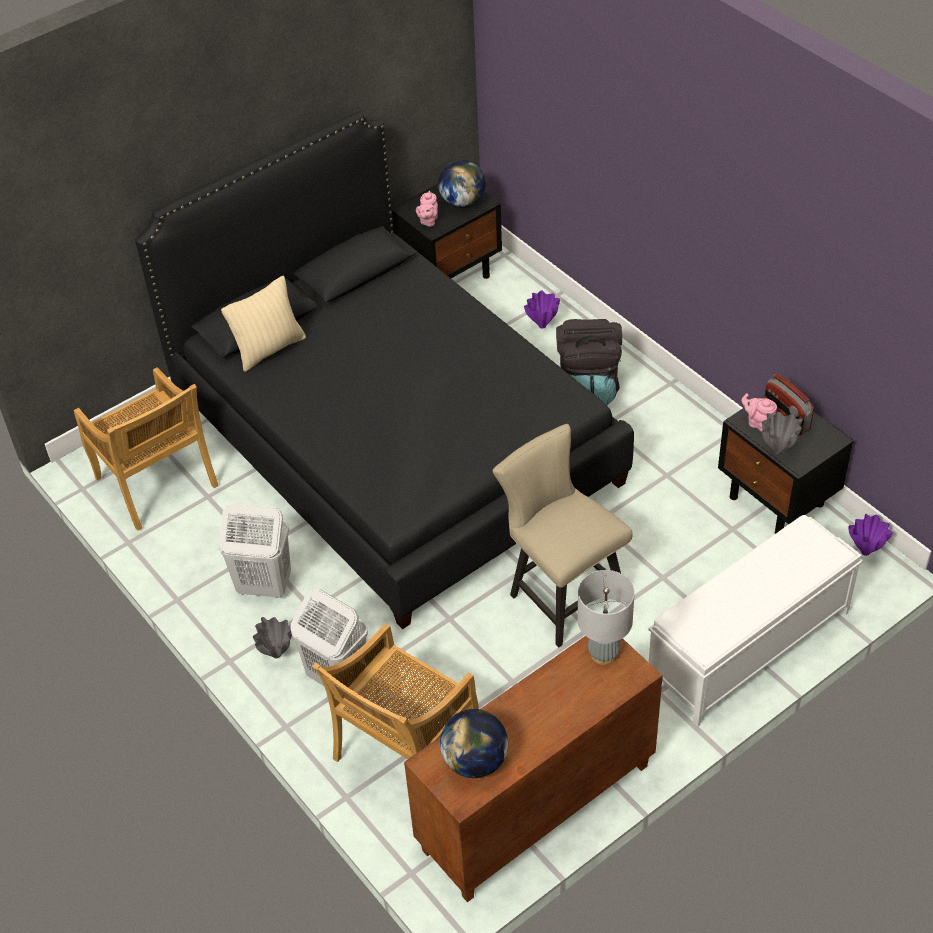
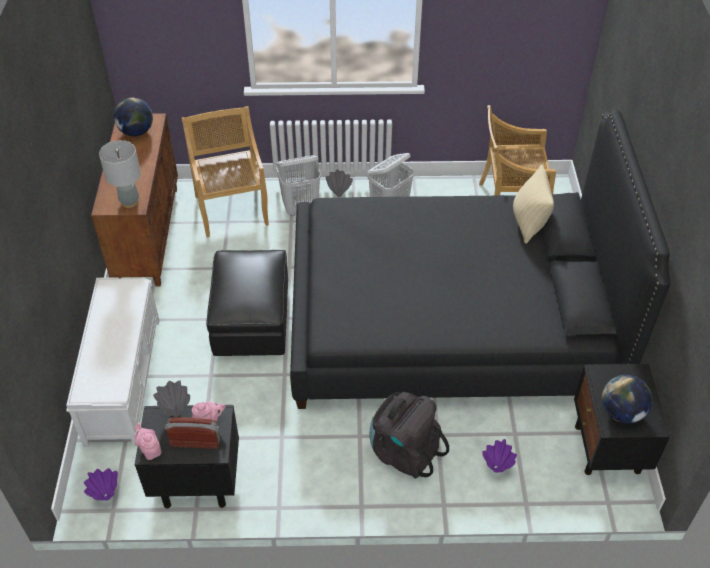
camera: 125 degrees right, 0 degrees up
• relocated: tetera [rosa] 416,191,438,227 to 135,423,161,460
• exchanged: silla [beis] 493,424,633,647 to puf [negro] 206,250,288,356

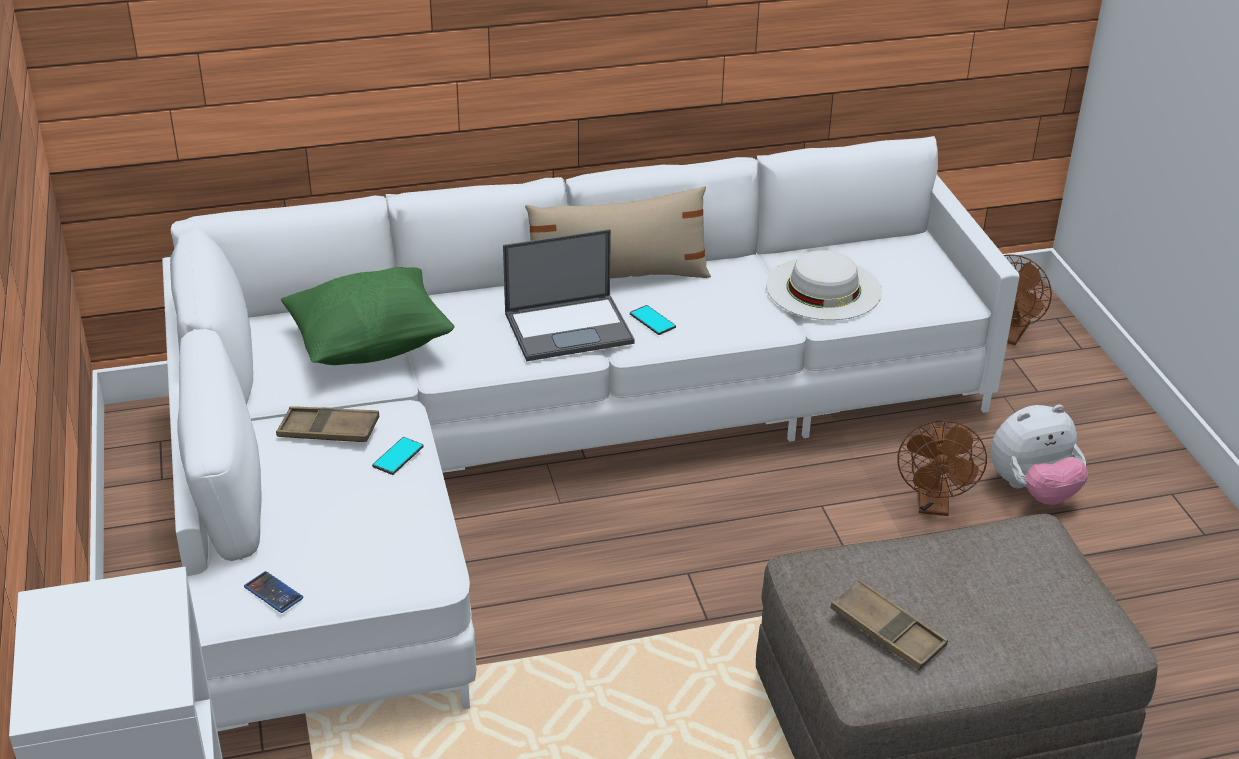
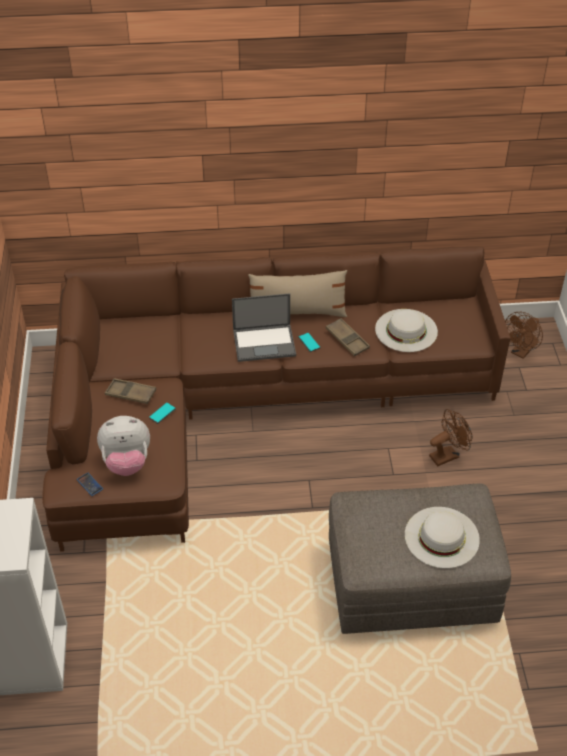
camera: 10 degrees right, 10 degrees up
• missing: cojín [verde] 281,267,455,365
• appeared: sombrero [blanco] 405,507,480,568
• relocated: bandeja [marrón] 830,579,948,670 to 326,318,370,356
• relocated: peluche 990,405,1088,505 to 97,416,150,476
• colour: sofá [blanco] 162,136,1020,732 to sofá [marrón] 42,246,510,552
• spun: ventilador [marrón] 898,420,987,516 = 429,409,473,466 135 degrees counterclockwise

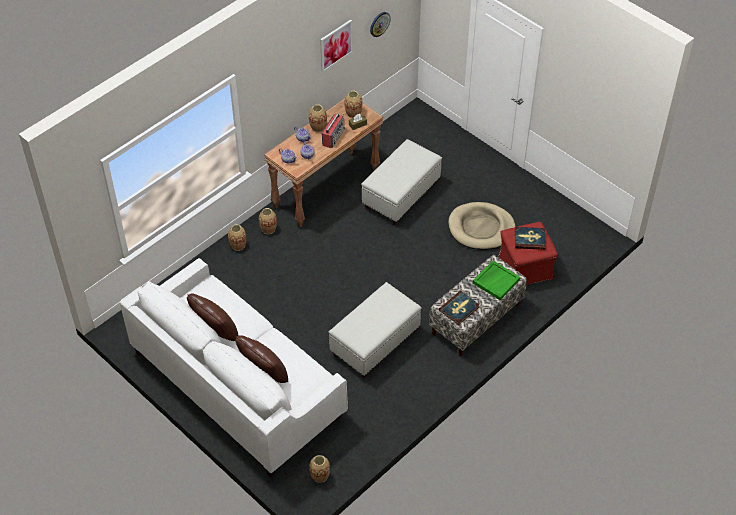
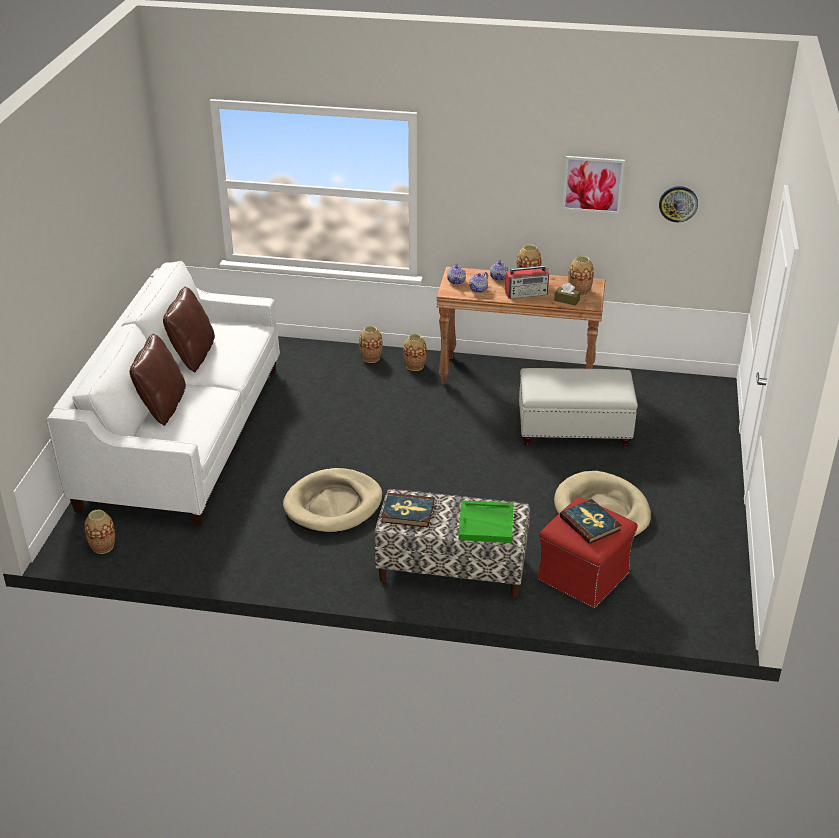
camera: 55 degrees right, 15 degrees down
• exchanged: puf [blanco] 329,282,422,378 to cama para perro [beis] 283,468,382,533

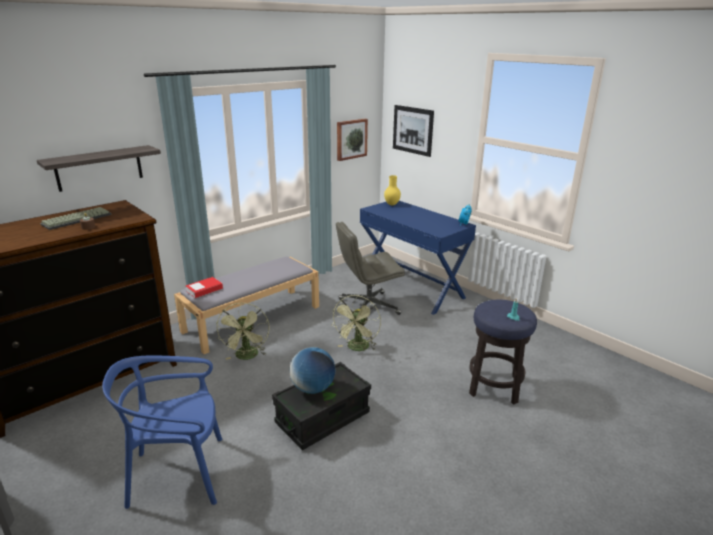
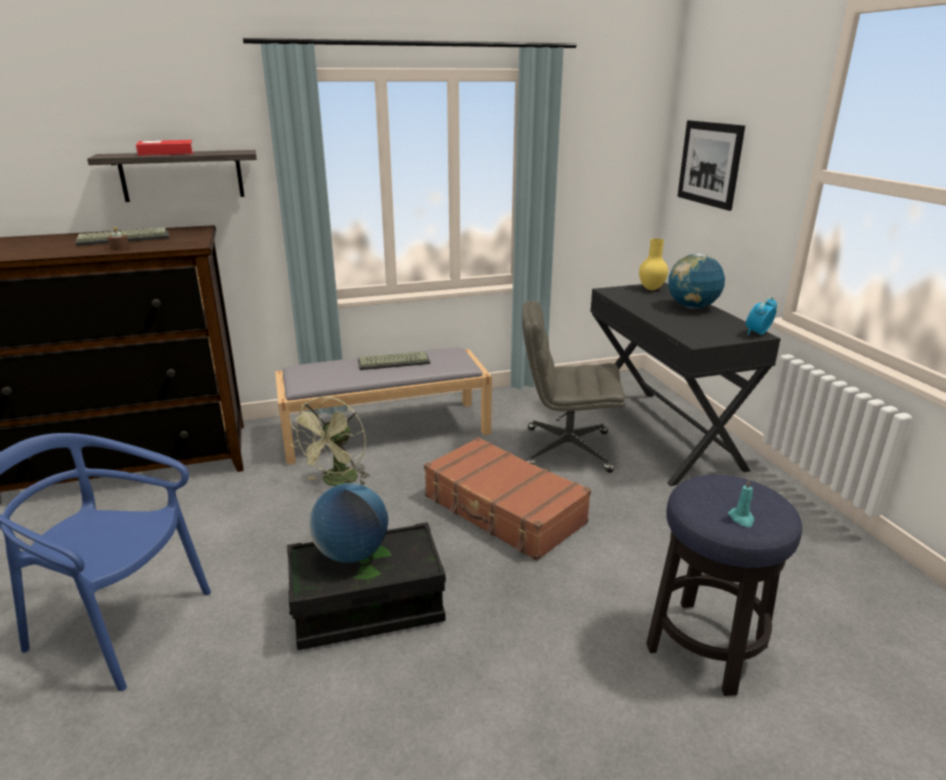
camera: 25 degrees right, 0 degrees up
• missing: cuadro 337,119,368,161
• appeared: teclado 358,351,431,370
• appeared: globo terráqueo 668,254,725,309
• relocated: libro 186,277,223,298 to 136,140,194,156
• exchanged: ventilador [verde] 332,295,381,351 to maleta [marrón] 424,437,591,561
• colour: escritorio [azul] 360,201,476,315 to escritorio [negro] 590,282,781,486

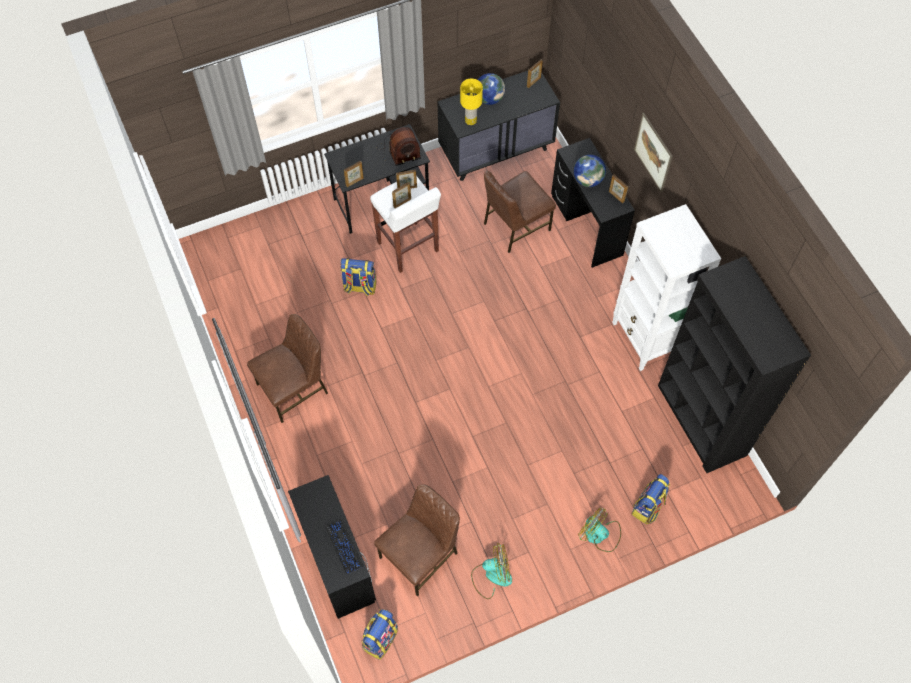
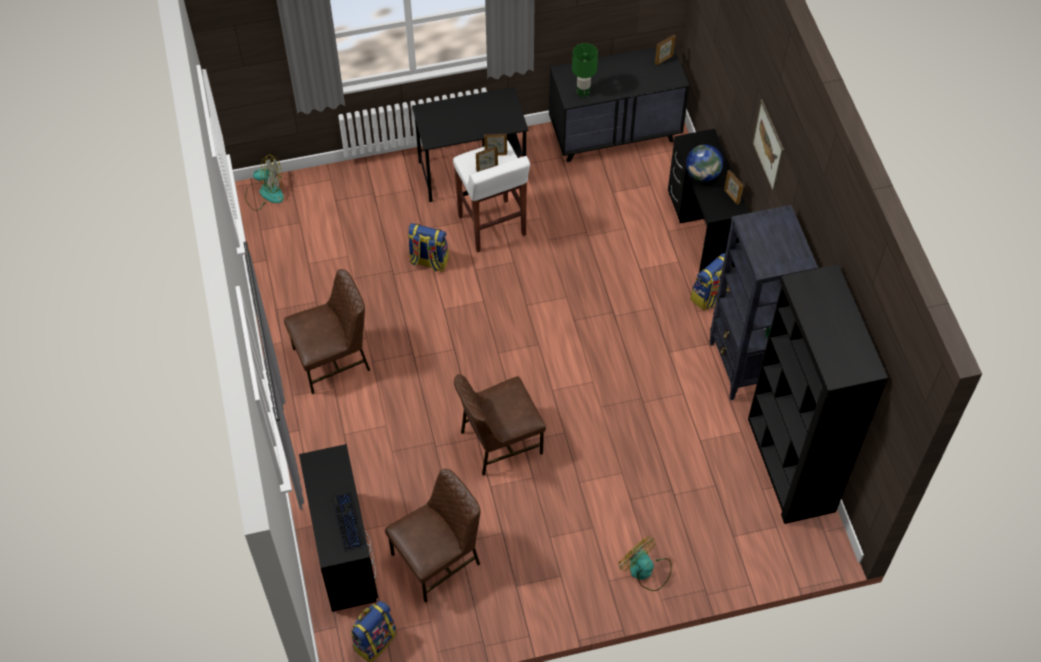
camera: 10 degrees right, 5 degrees down
• missing: portarretratos 344,161,364,187
• missing: radio 377,127,421,166
• missing: globo terráqueo 475,73,505,105
• relocated: ventilador 471,543,512,599 to 245,154,284,211
• relocated: silla [marrón] 484,171,556,253 to 454,374,546,475
• relocated: mochila 632,474,670,525 to 690,253,732,311
• colour: lámpara de mesa [amarillo] 460,79,483,125 to lámpara de mesa [verde] 572,43,598,97
• colour: estantería [blanco] 612,204,721,371 to estantería [negro] 709,205,818,400

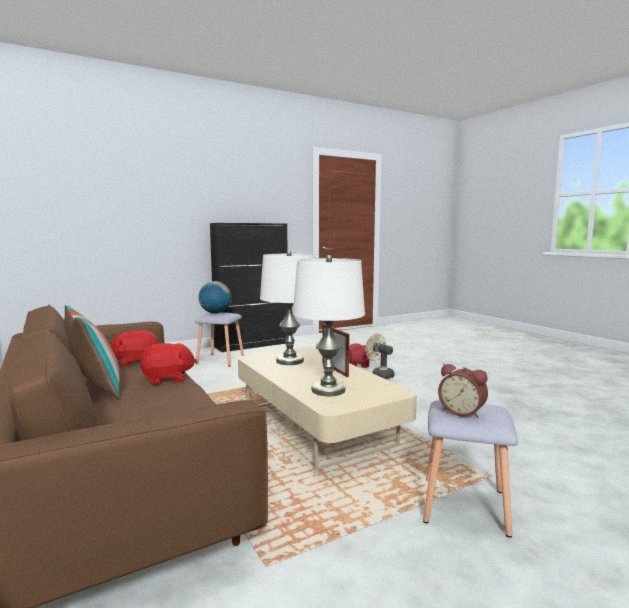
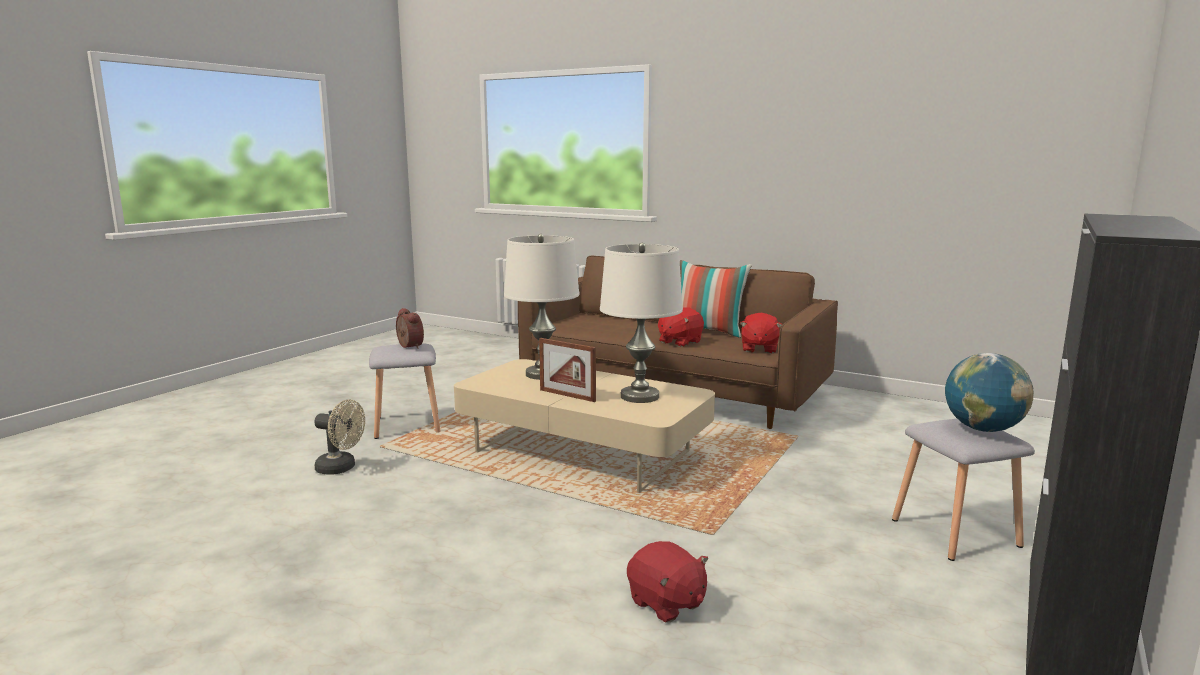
camera: 150 degrees right, 5 degrees up
• relocated: ventilador [beis] 365,333,394,379 to 314,399,365,475
• spun: peluche [rojo] 110,330,159,367 = 740,313,782,353 150 degrees clockwise
• spun: despertador 438,363,488,418 = 396,308,424,349 45 degrees clockwise

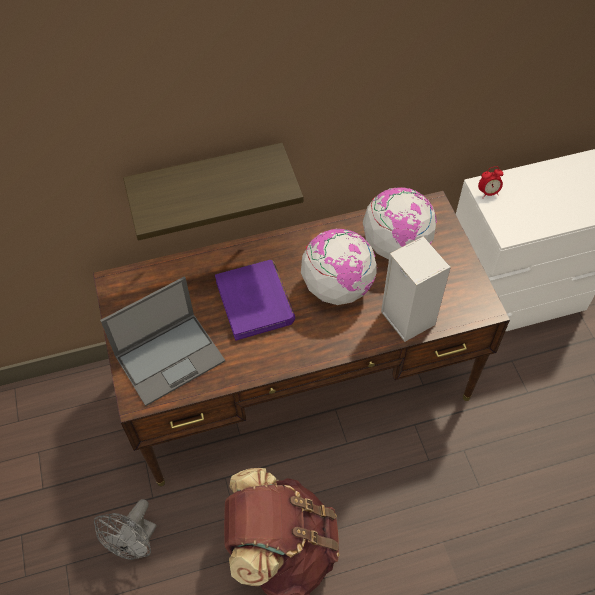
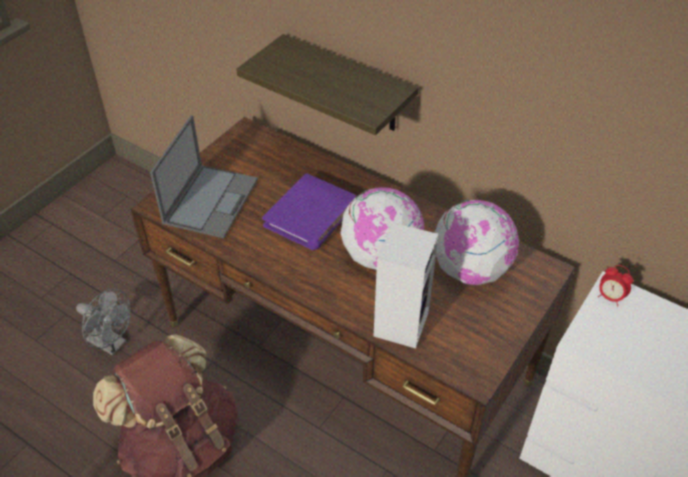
camera: 50 degrees right, 10 degrees down
• spun: ventilador [gris] 94,499,157,560 = 76,289,130,356 135 degrees counterclockwise
• spun: portátil 100,276,225,406 = 150,115,258,239 90 degrees counterclockwise

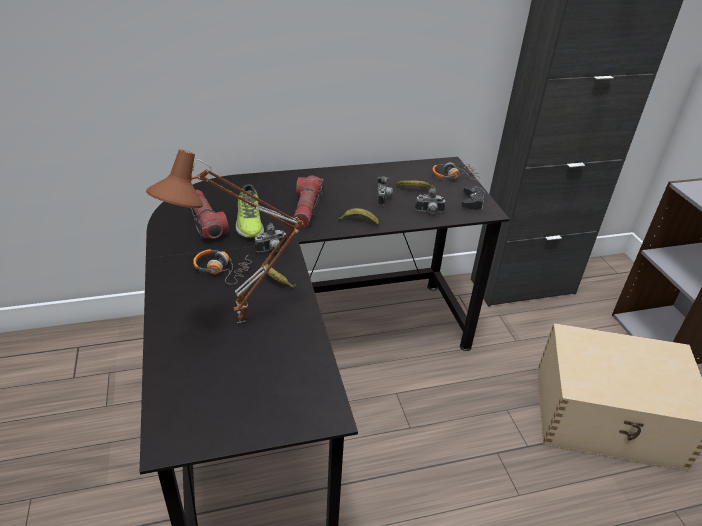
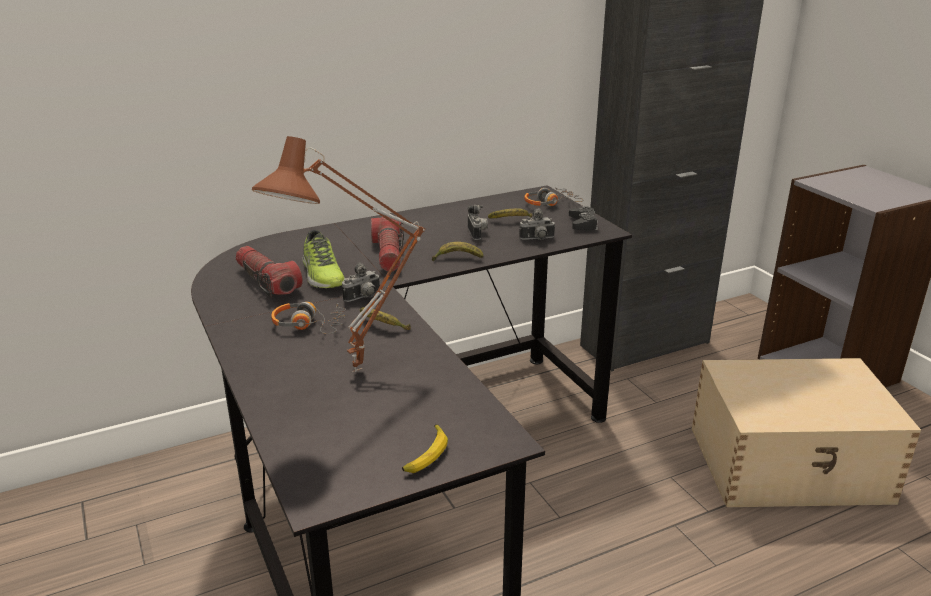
camera: 10 degrees left, 10 degrees down
• appeared: plátano 402,424,448,473

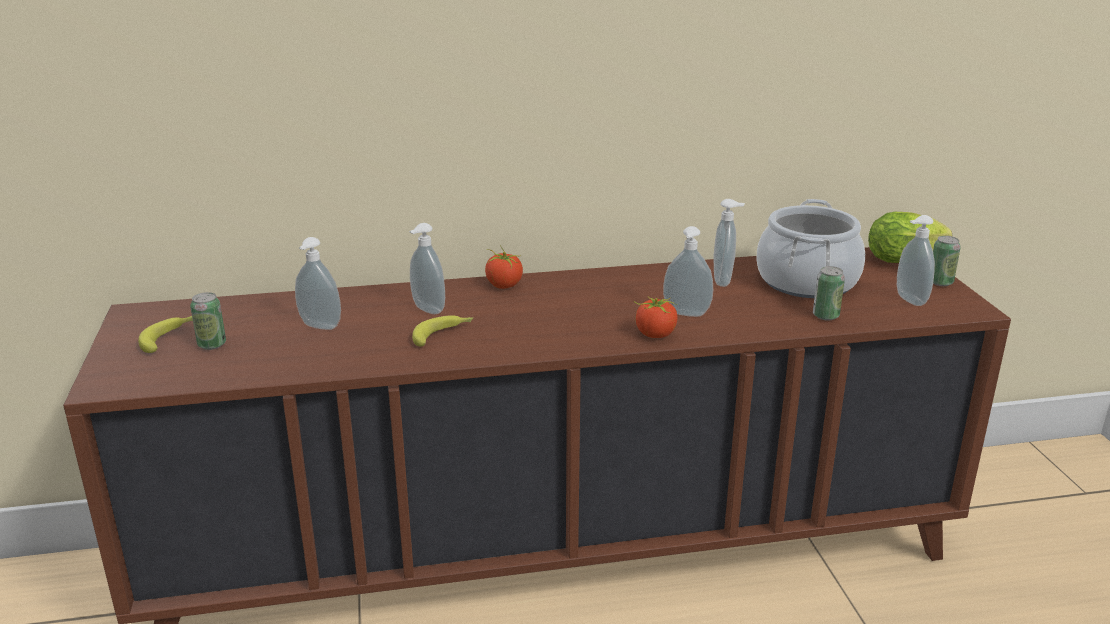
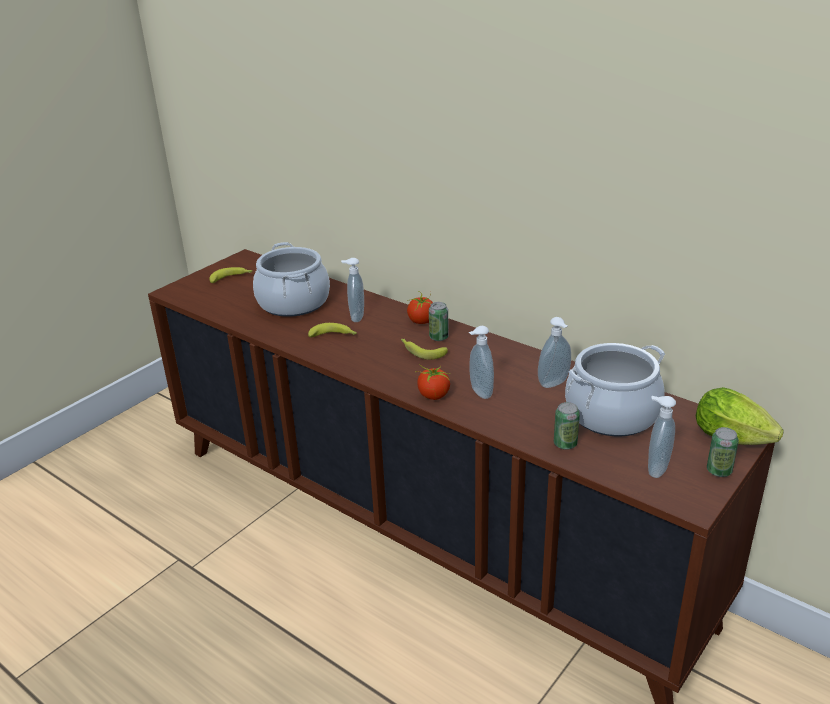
camera: 50 degrees right, 5 degrees up
• appeared: plátano 401,339,448,360
• relocated: lata 190,292,226,350 to 429,302,449,341
• exchanged: dispensador de jabón 295,237,341,330 to olla 253,242,330,317

